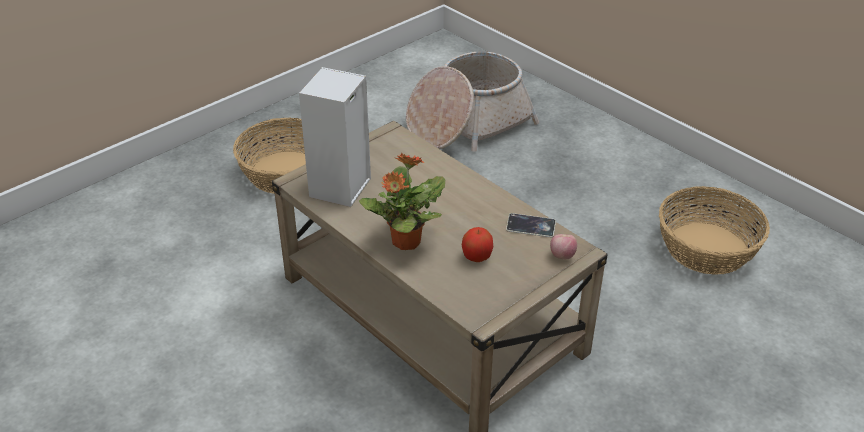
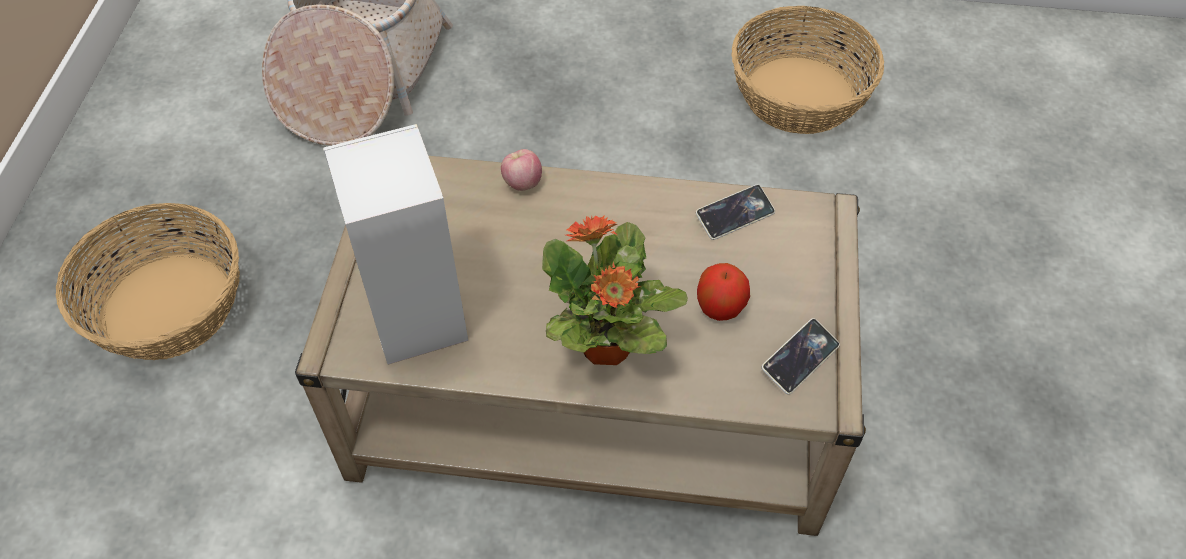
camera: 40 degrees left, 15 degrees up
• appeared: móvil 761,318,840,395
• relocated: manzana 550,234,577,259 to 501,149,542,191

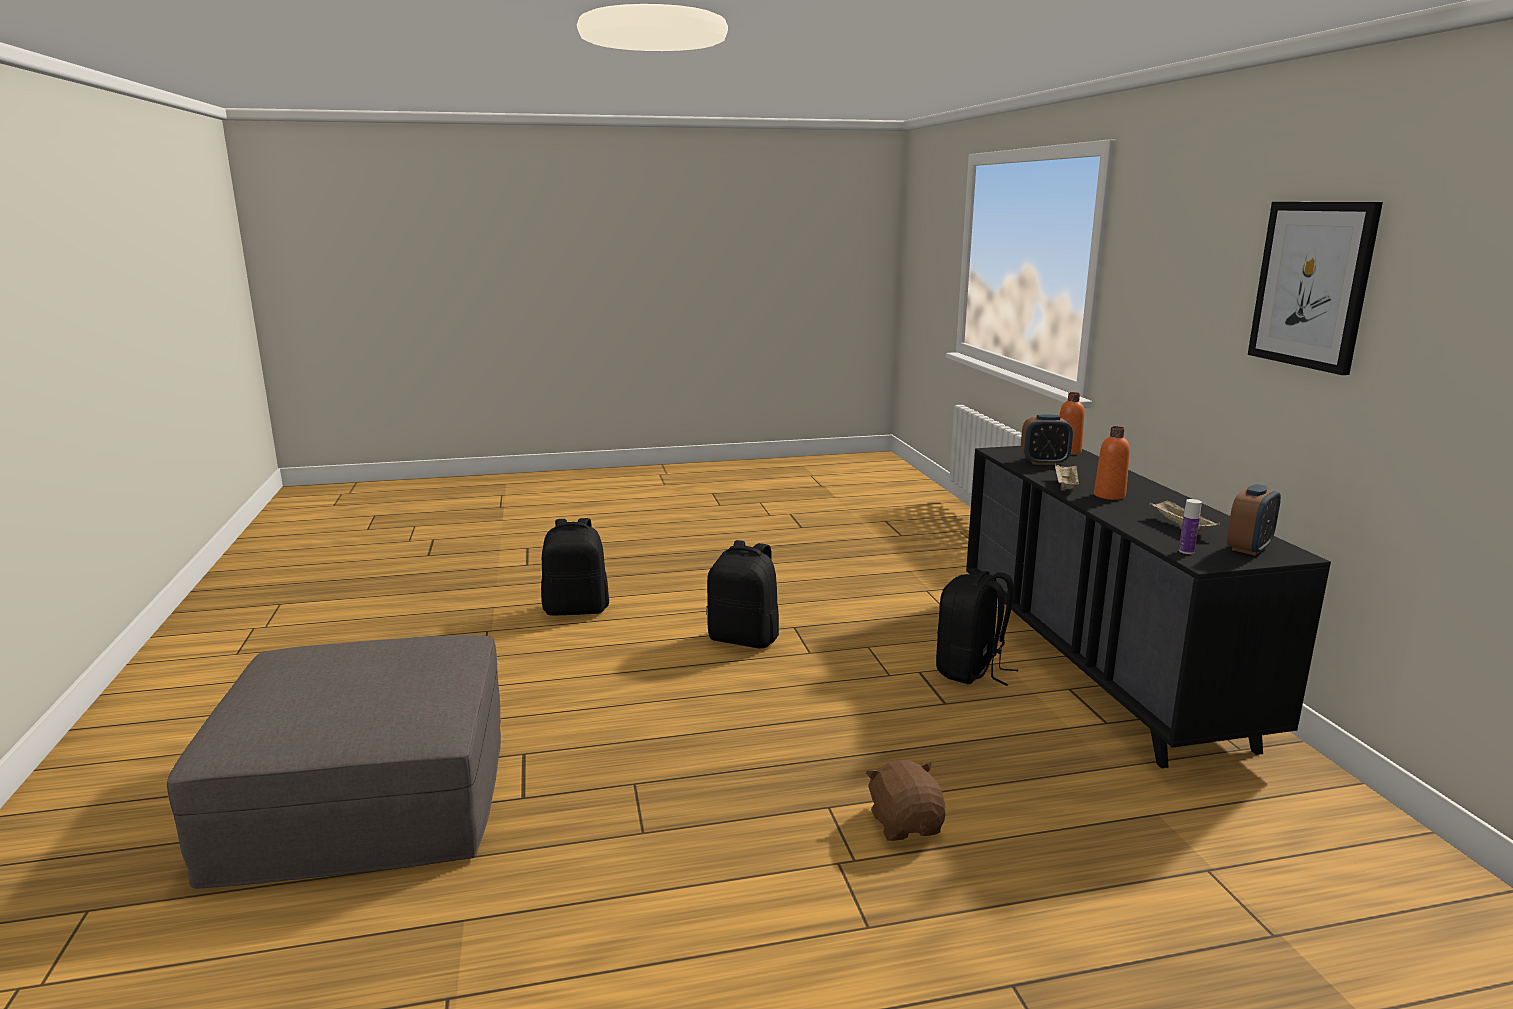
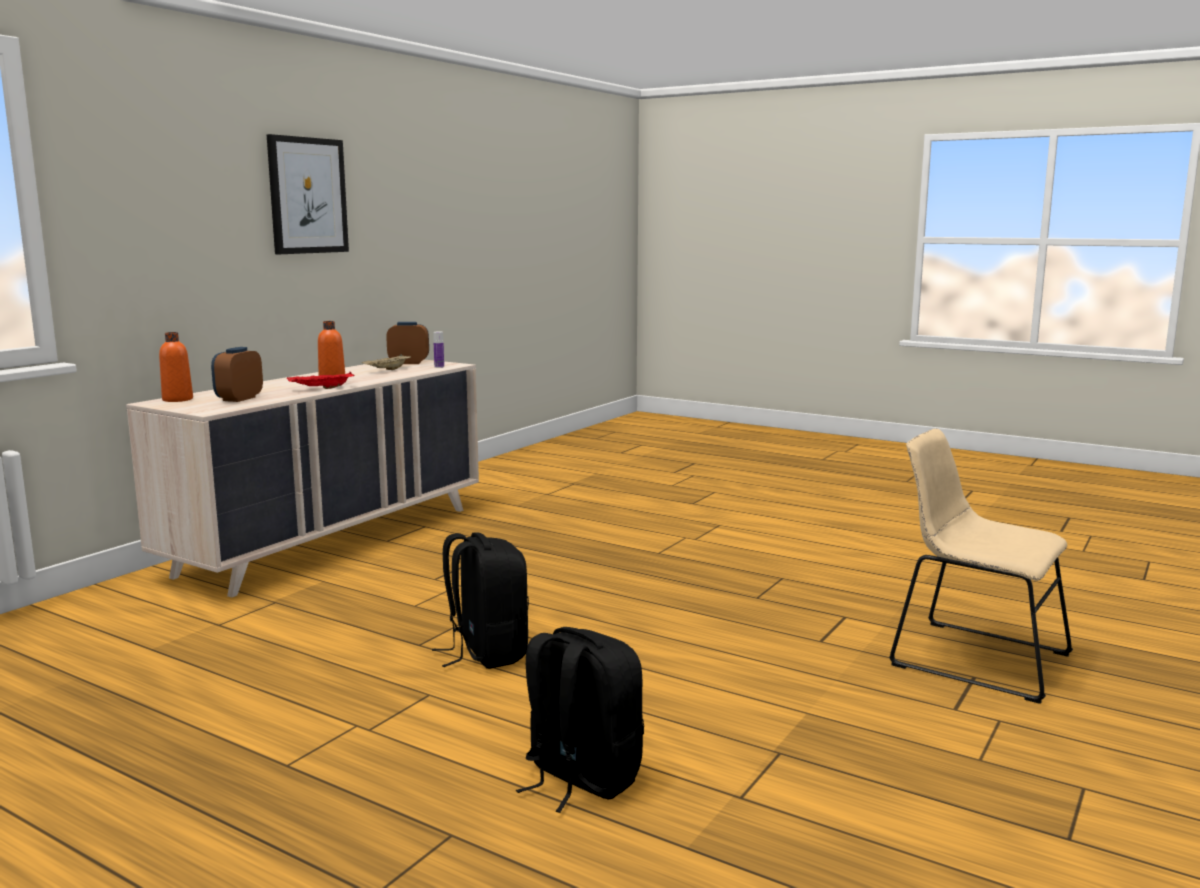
camera: 135 degrees left, 5 degrees down
• missing: peluche [marrón] 866,760,946,841
• missing: mochila [negro] 936,571,1018,686
• exchanged: puf [gris] 167,635,501,888 to silla [beis] 889,428,1073,704
• colour: cómoda [negro] 966,446,1331,768 to cómoda [beis] 126,359,479,598
• colour: bandeja [beis] 1055,464,1079,490 to bandeja [rojo] 287,372,355,389
• spun: despertador 1021,415,1073,465 = 211,347,263,402 120 degrees counterclockwise

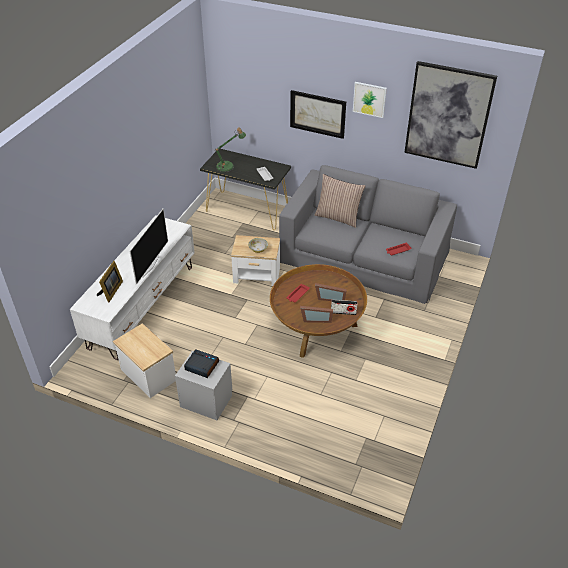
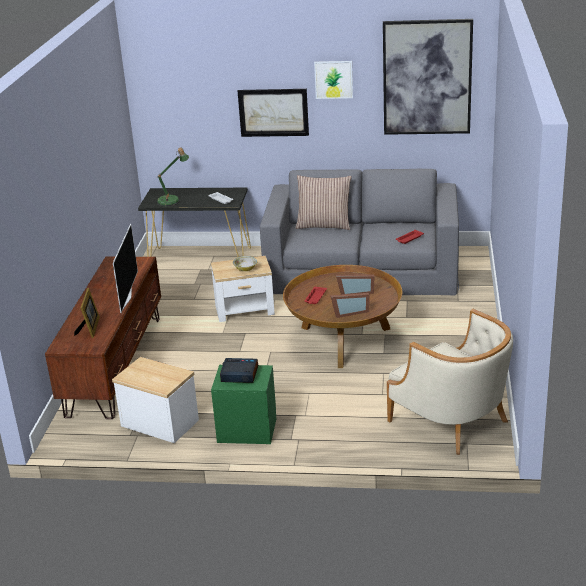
camera: 15 degrees left, 15 degrees down
• missing: radio 331,300,358,315
• appeared: sillón [beis] 387,309,513,455
• colour: mueble de televisión [blanco] 70,215,195,360 to mueble de televisión [marrón] 45,257,161,419
• colour: mesita de noche [gris] 175,351,232,420 to mesita de noche [verde] 211,365,276,444

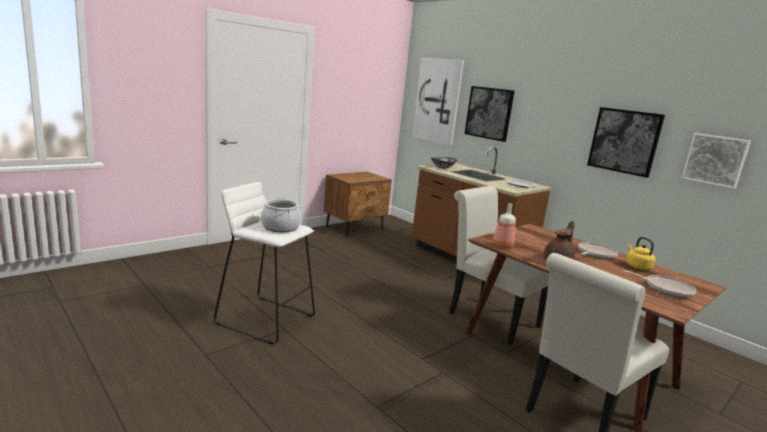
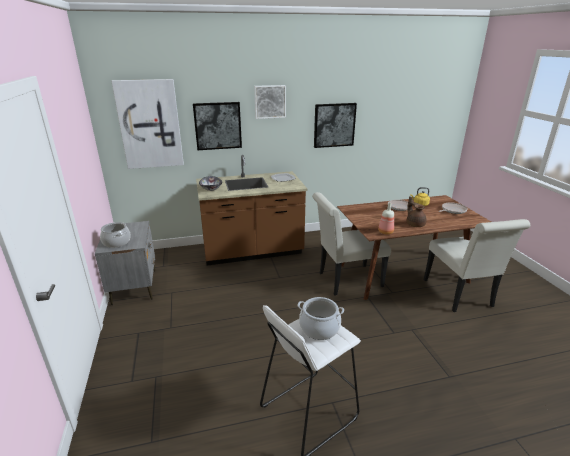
camera: 60 degrees left, 10 degrees up
• appeared: olla 100,222,131,248
• relocated: cuadro 682,133,751,189 to 254,85,286,119
• colour: mesita de noche [marrón] 324,172,392,237 to mesita de noche [gris] 95,221,155,305

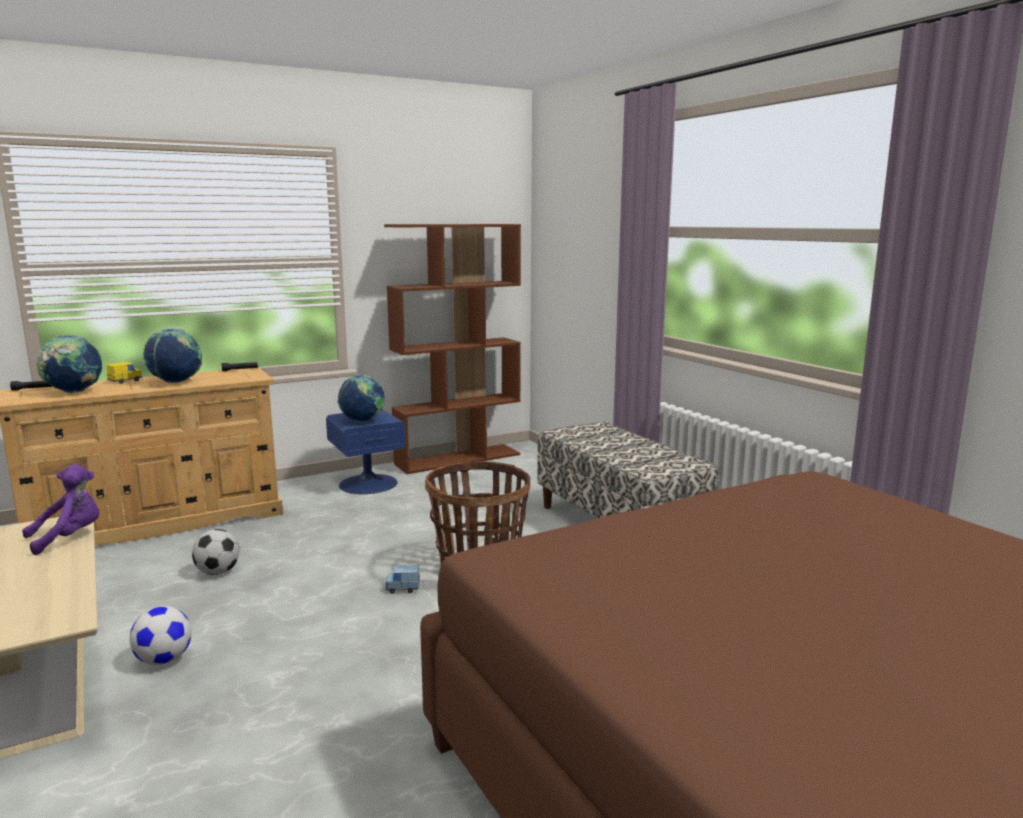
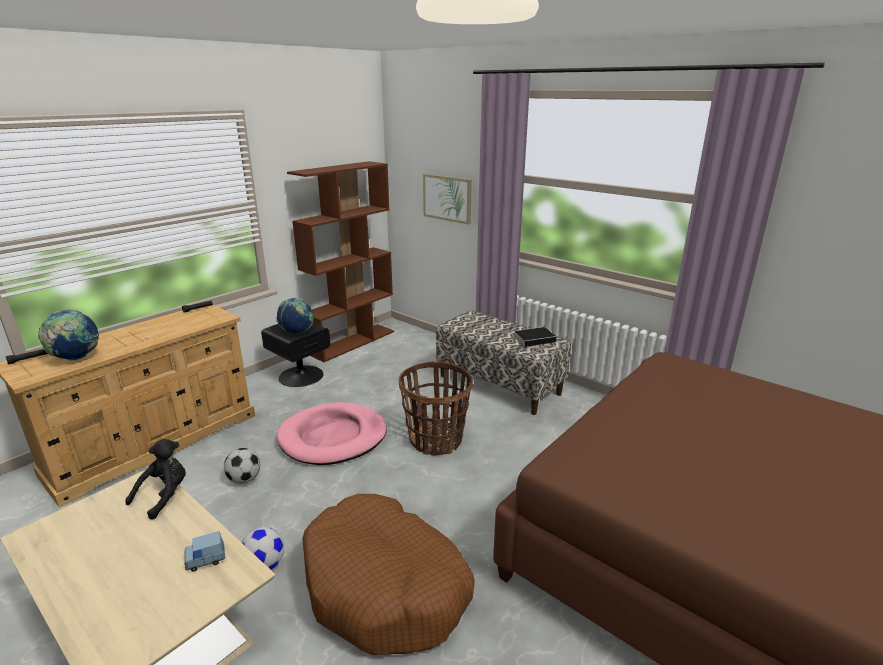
camera: 20 degrees left, 10 degrees up
• missing: coche de juguete [amarillo] 107,362,142,384
• missing: globo terráqueo 143,328,202,383
• appeared: cama para perro [rosa] 277,402,387,465
• appeared: cama para perro [marrón] 302,494,475,655
• appeared: cuadro 423,174,472,225
• appeared: libro 515,327,561,347
• relocated: coche de juguete [azul] 385,565,420,593 to 184,531,225,572
• colour: peluche [morado] 22,464,99,555 to peluche [negro] 125,439,186,520
• colour: mesita de noche [azul] 326,409,406,494 to mesita de noche [negro] 261,323,330,387

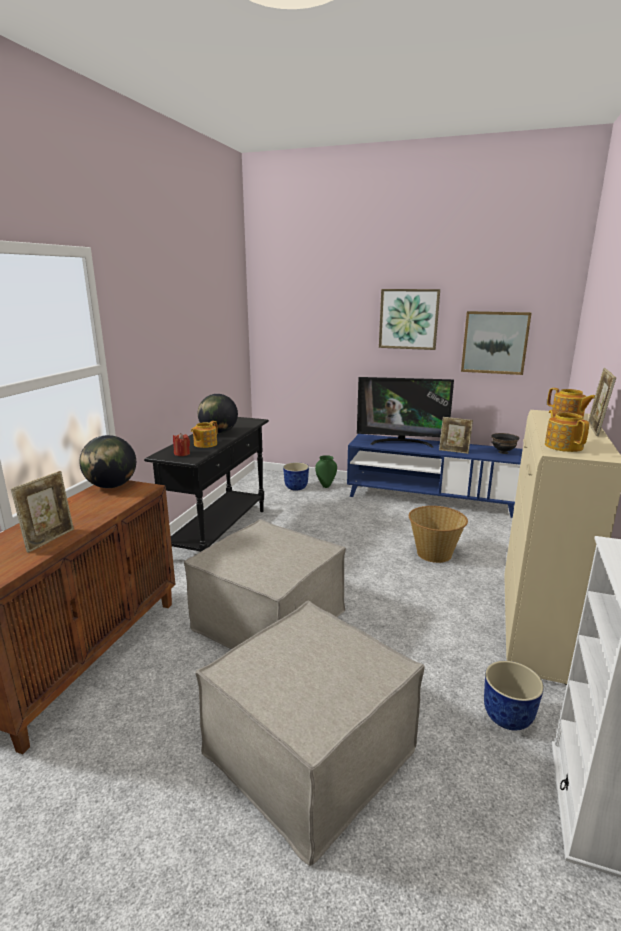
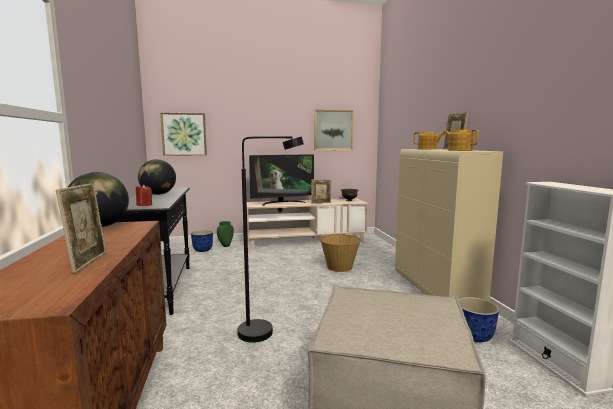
camera: 30 degrees left, 10 degrees down
• missing: tetera 191,421,218,448
• relocated: cuadro 379,289,440,350 to 160,113,207,156
• exchanged: puf [beis] 184,519,346,649 to lámpara de pie [negro] 238,136,304,343
• colour: mueble de televisión [azul] 347,434,523,518 to mueble de televisión [beis] 247,199,368,249

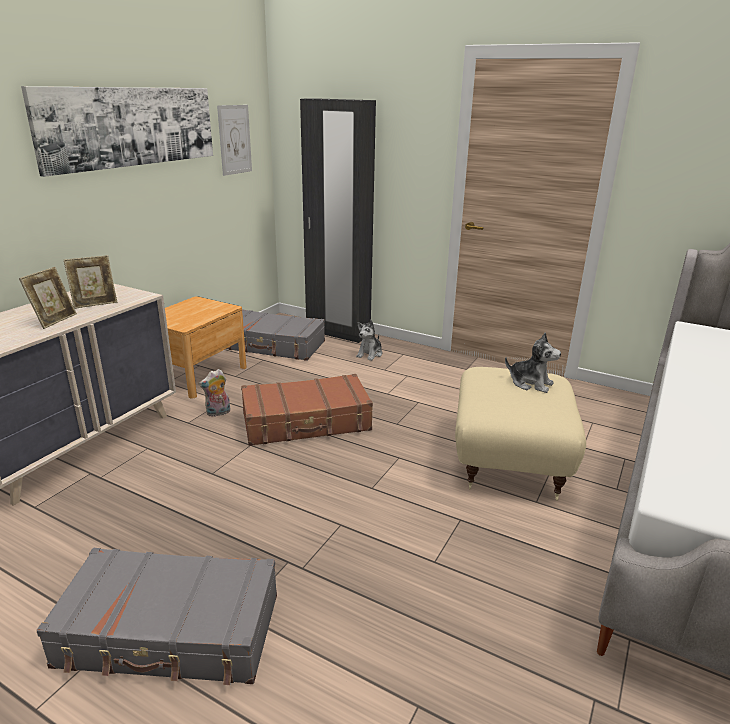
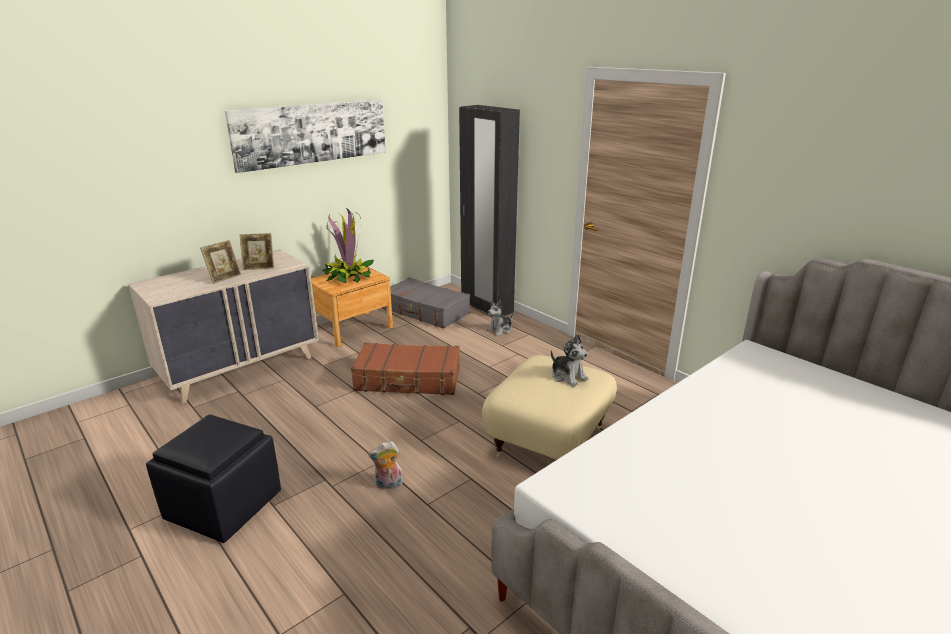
camera: 20 degrees right, 0 degrees up
• missing: cuadro 217,105,252,176
• appeared: planta en maceta 323,208,374,283
• relocated: peluche 199,369,230,417 to 368,441,403,490
• exchanged: maleta [gris] 37,548,277,685 to puf [negro] 146,414,281,543

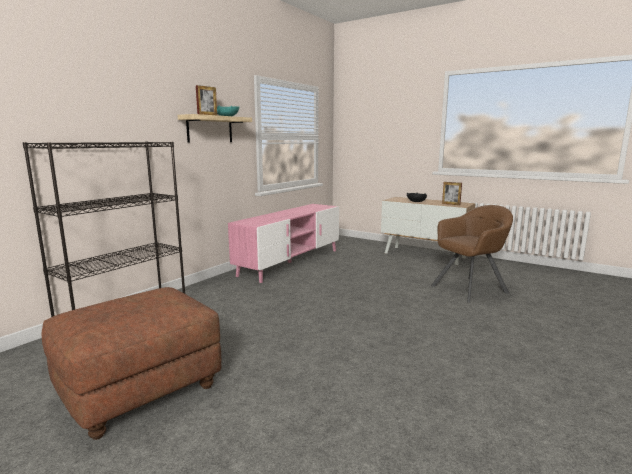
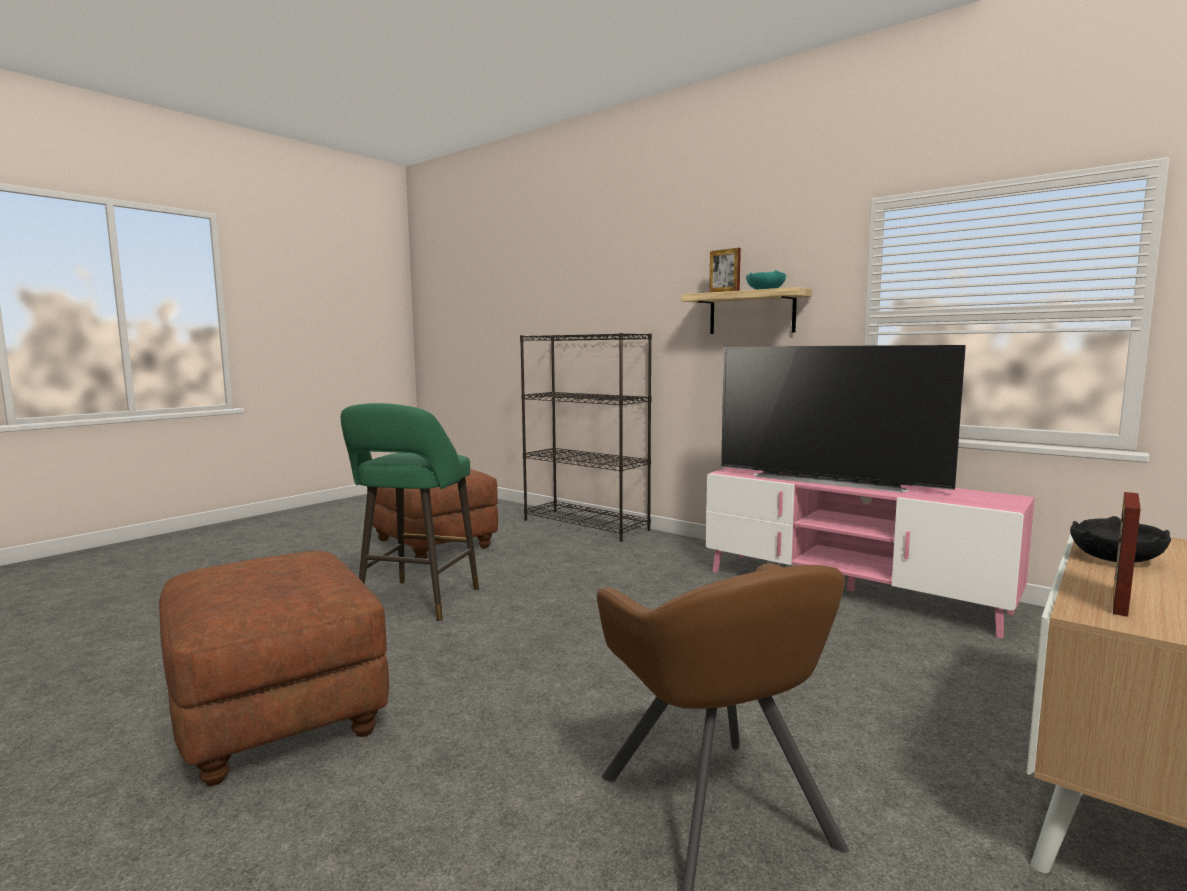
camera: 95 degrees right, 5 degrees down
• appeared: puf [marrón] 159,551,389,786
• appeared: taburete [verde] 341,403,479,621
• appeared: televisor 721,345,966,493

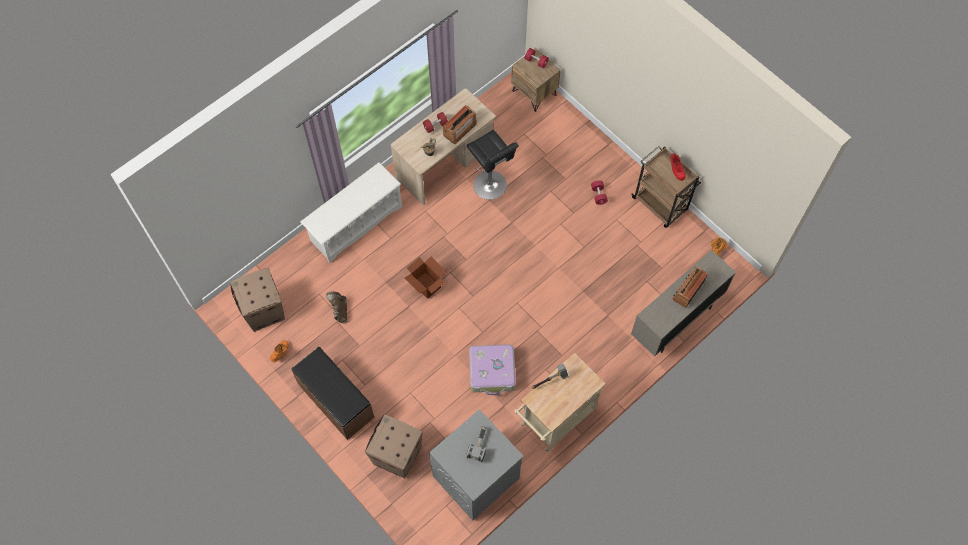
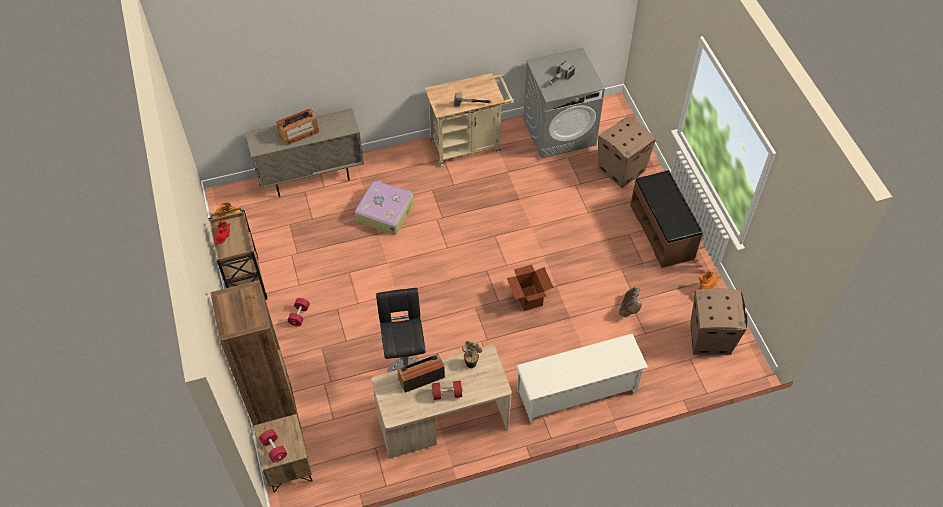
camera: 155 degrees left, 10 degrees down
• appeared: estantería [marrón] 210,280,301,427
• relocated: maleta 469,344,516,395 to 355,180,414,234

